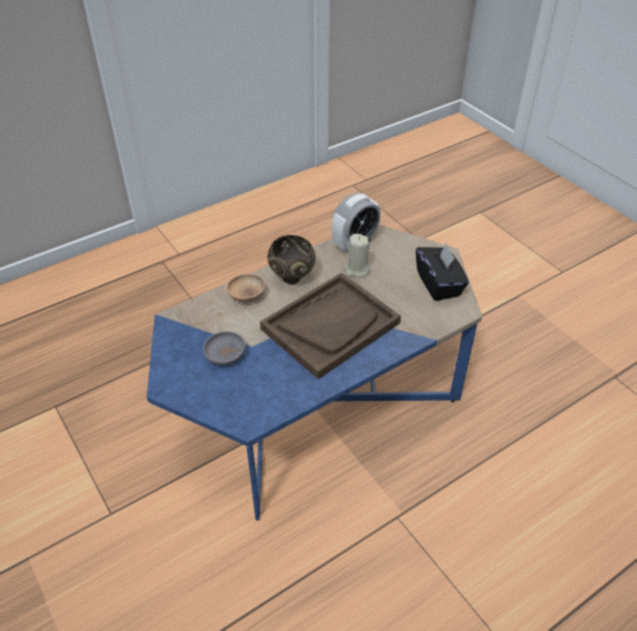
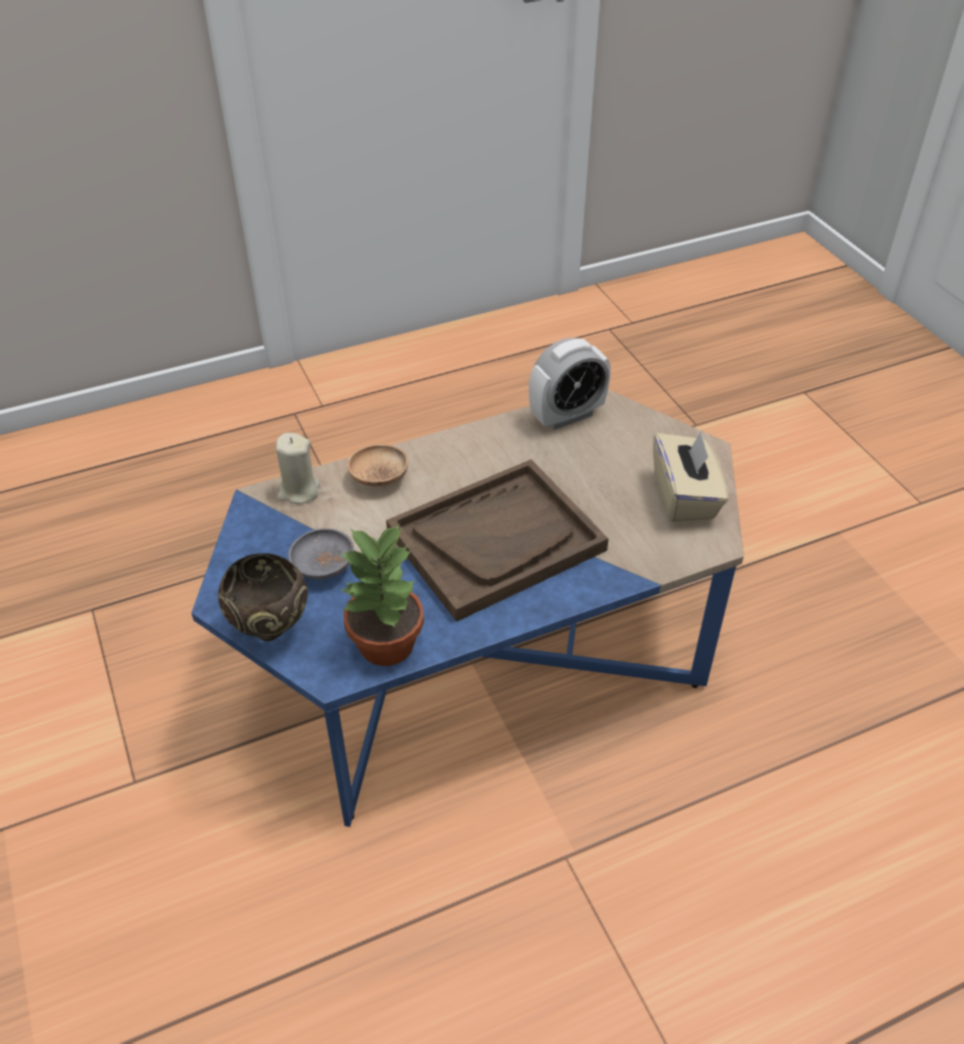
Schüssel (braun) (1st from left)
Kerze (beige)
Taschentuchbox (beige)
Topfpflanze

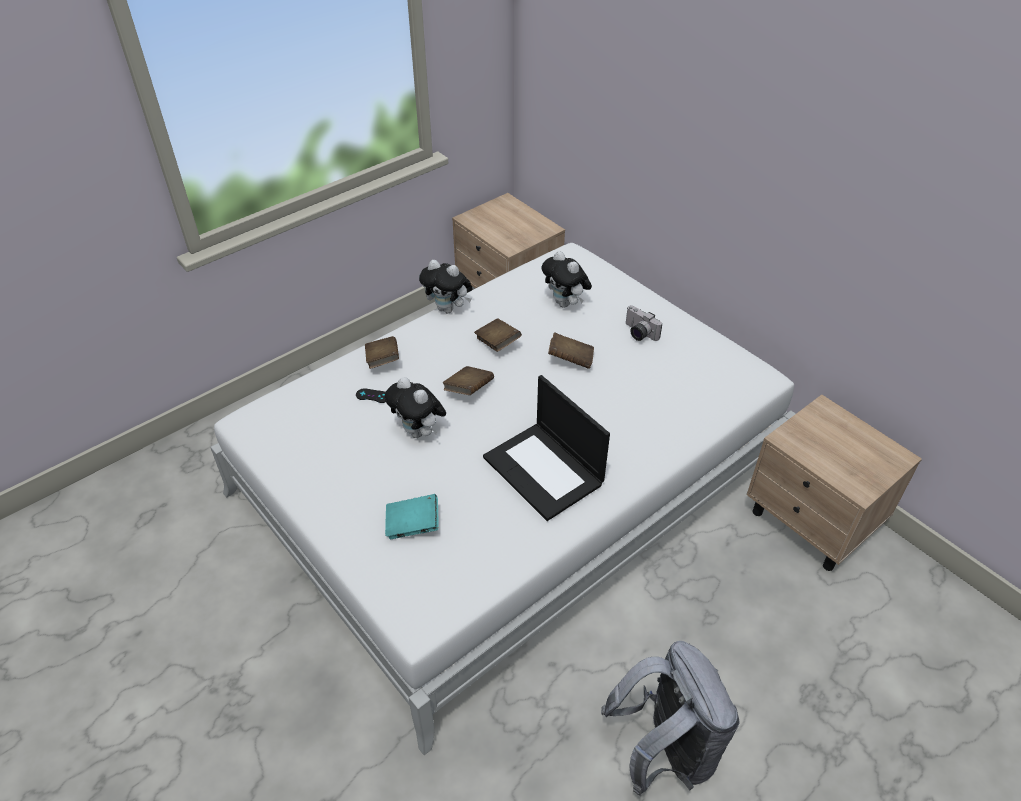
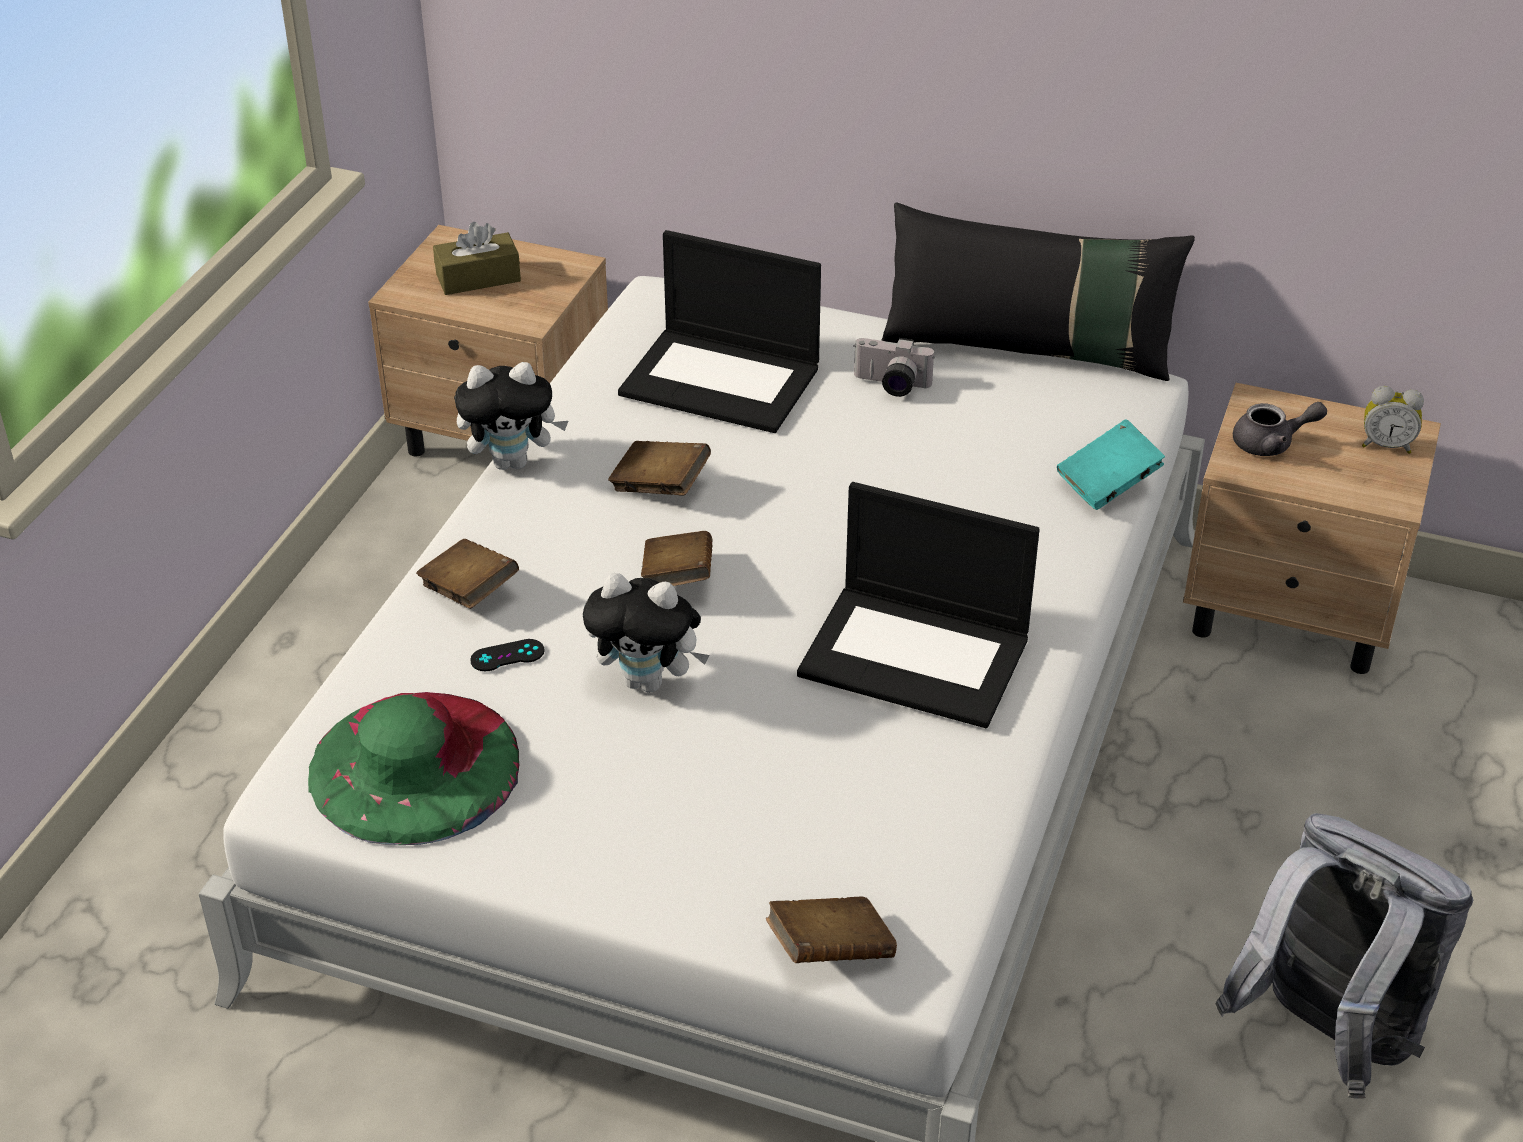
Buch (türkis)
Laptop (1st from left)
Buch (braun) (4th from left)
Hut (grün)
Taschentuchbox (braun)
Kissen (schwarz)
Teekanne (grau)
Wecker

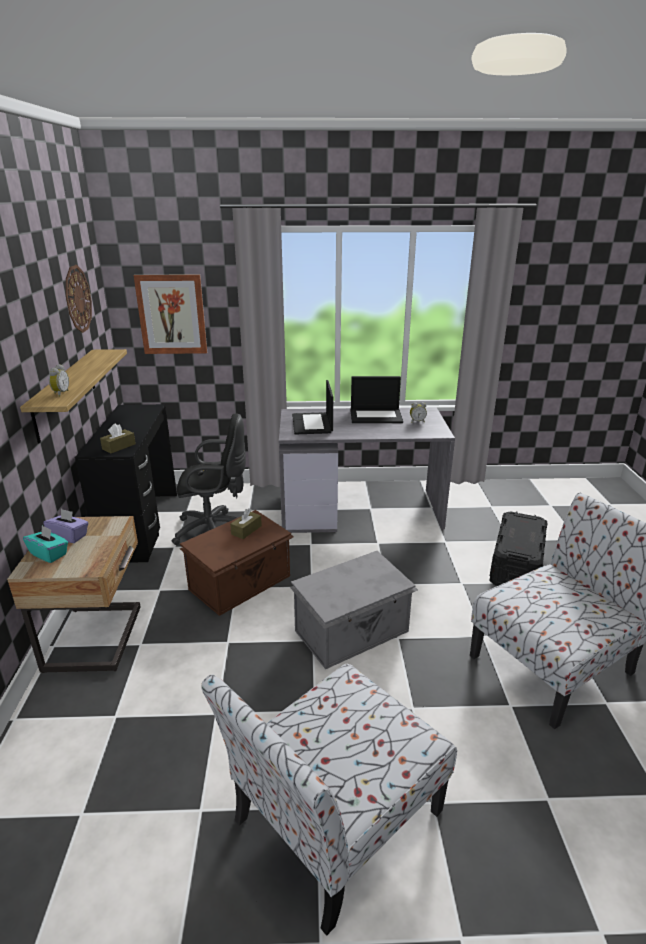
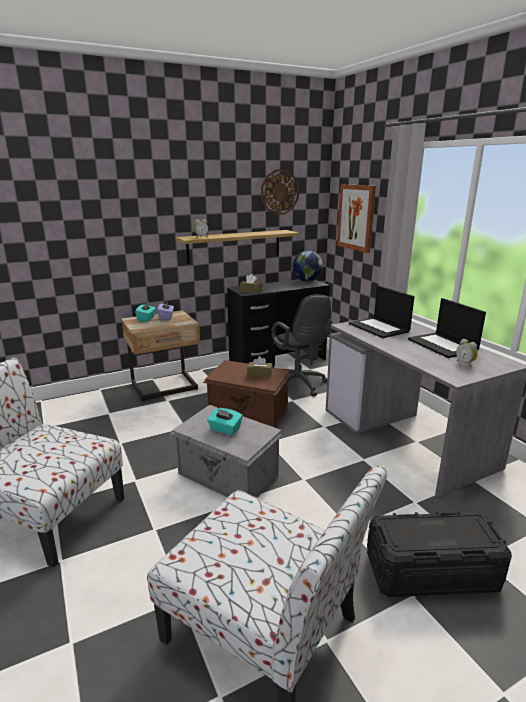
Laptop (1st from left)
Taschentuchbox (türkis) (2nd from left)
Globus

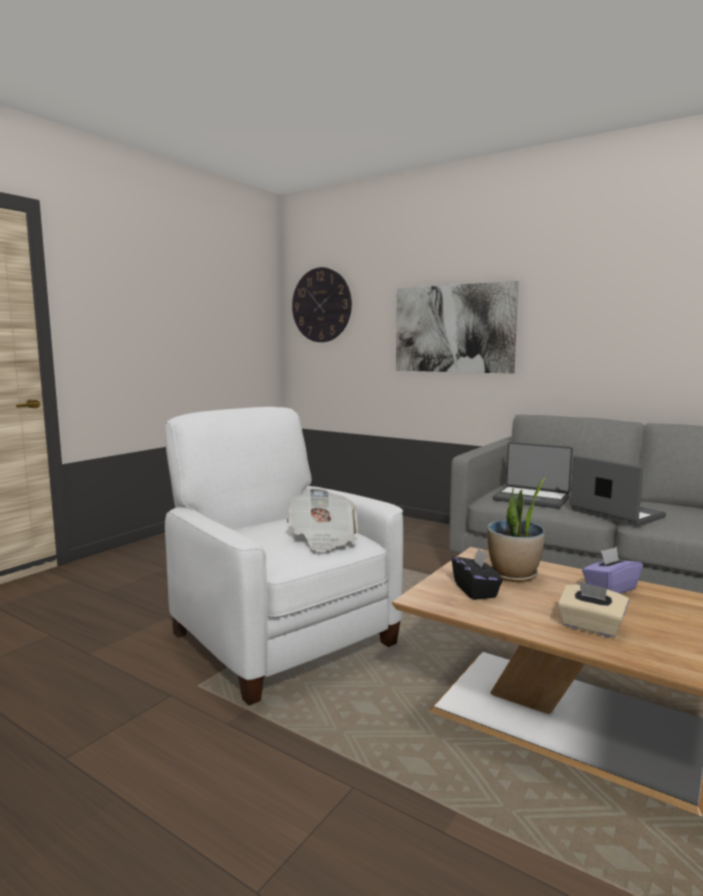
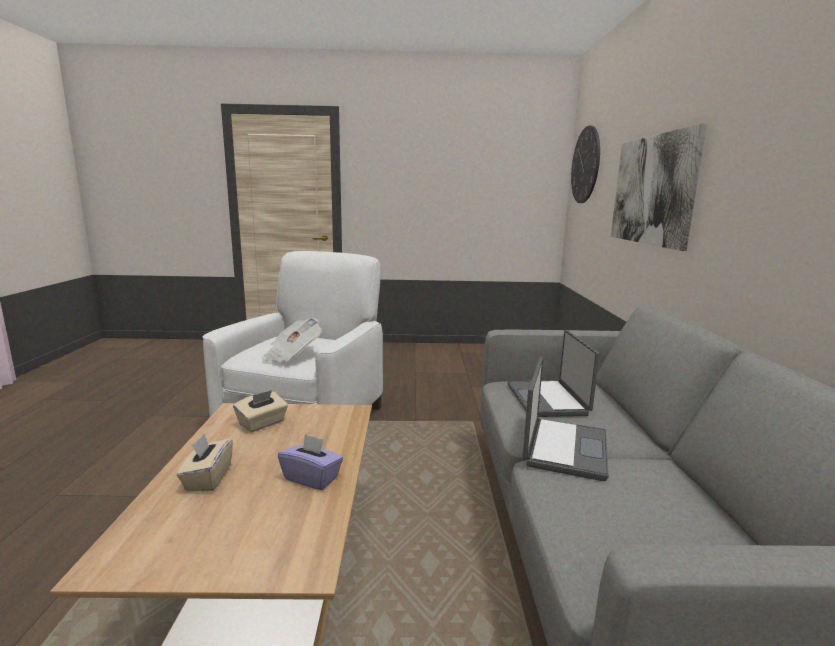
Taschentuchbox (beige) (2nd from left)
Topfpflanze

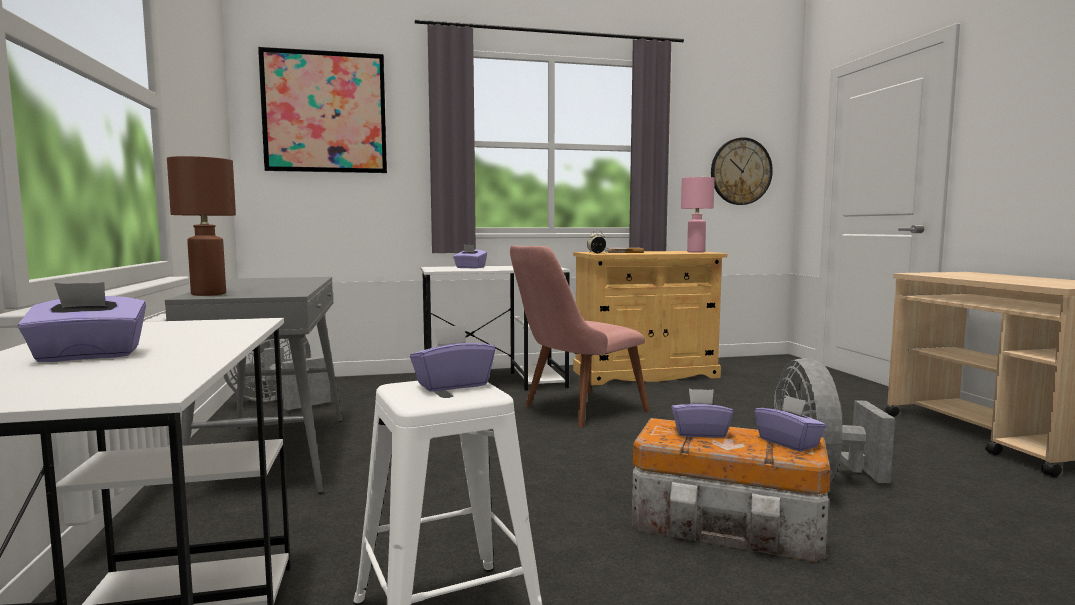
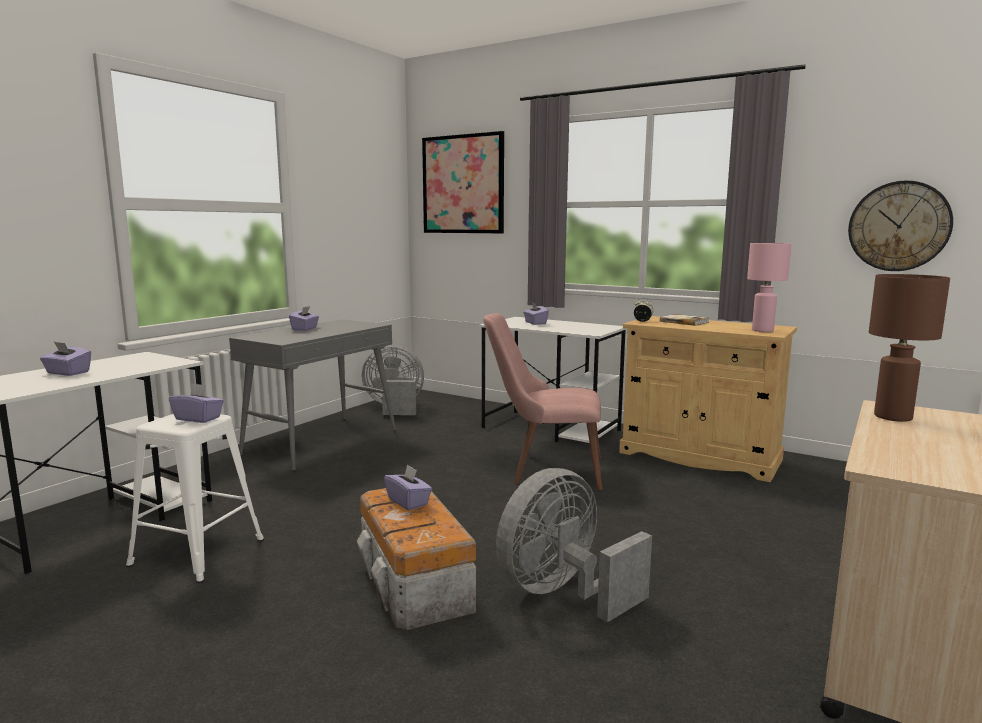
Tischlampe (braun)
Taschentuchbox (lila) (3rd from left)

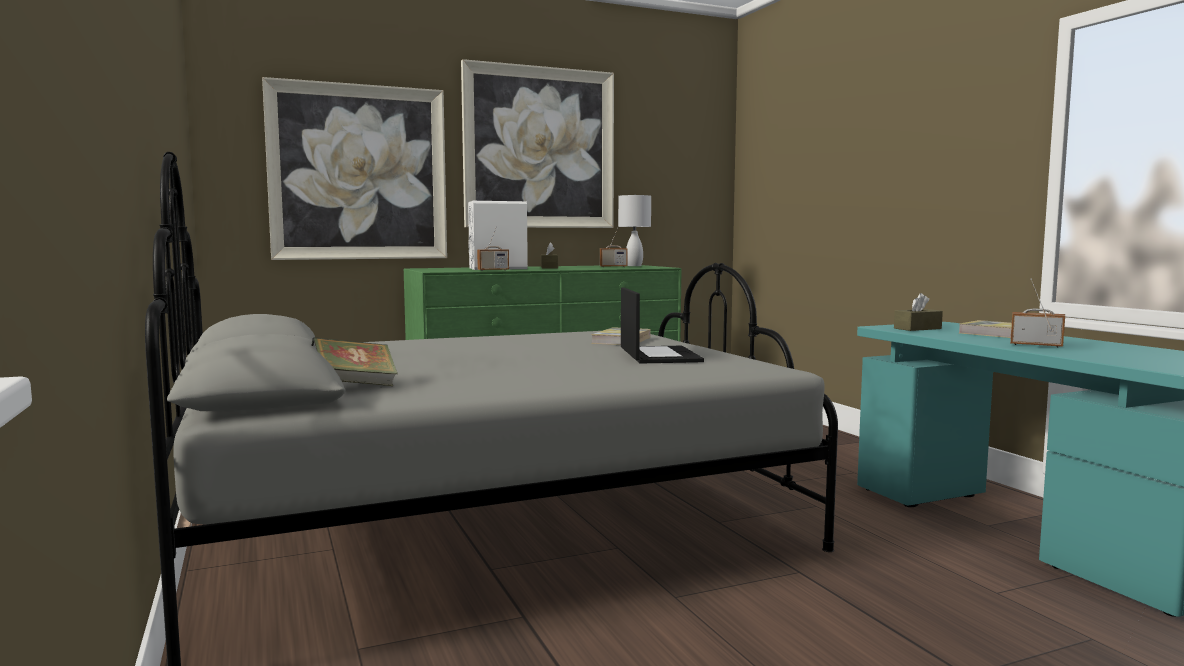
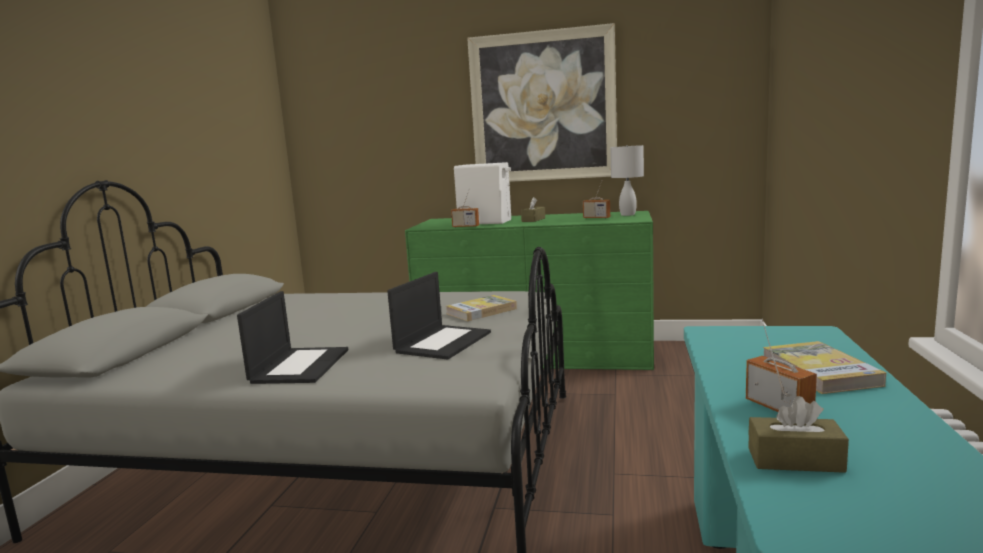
Bild (1st from left in the first image)
Buch (1st from left in the first image)
Taschentuchbox (braun) (2nd from left)
Laptop (1st from left)

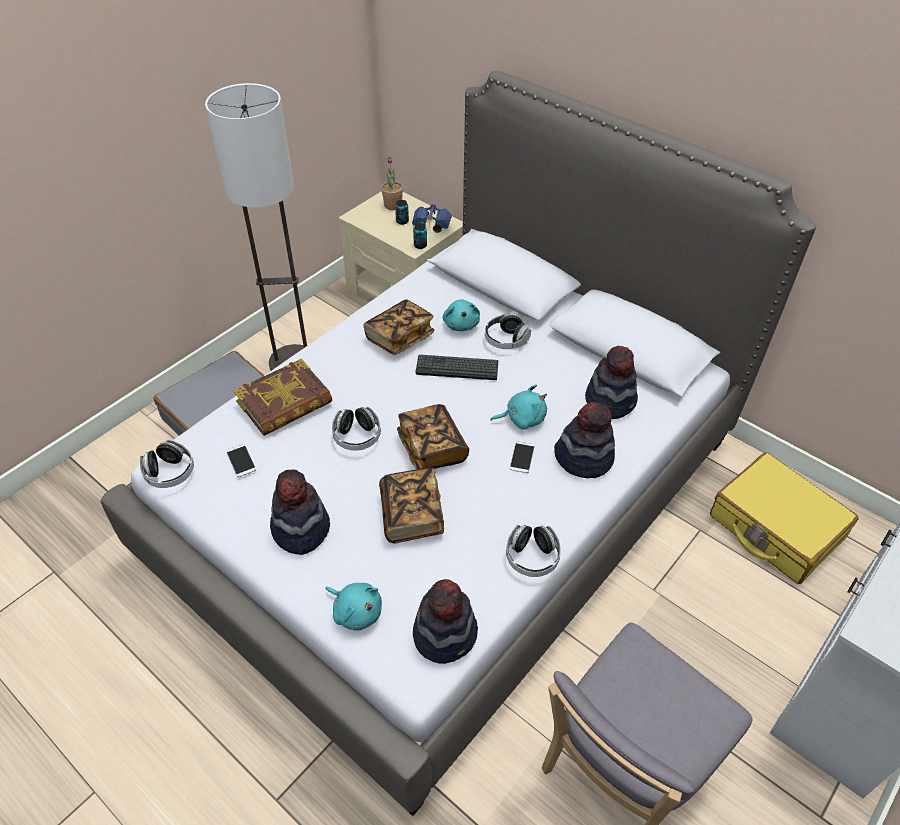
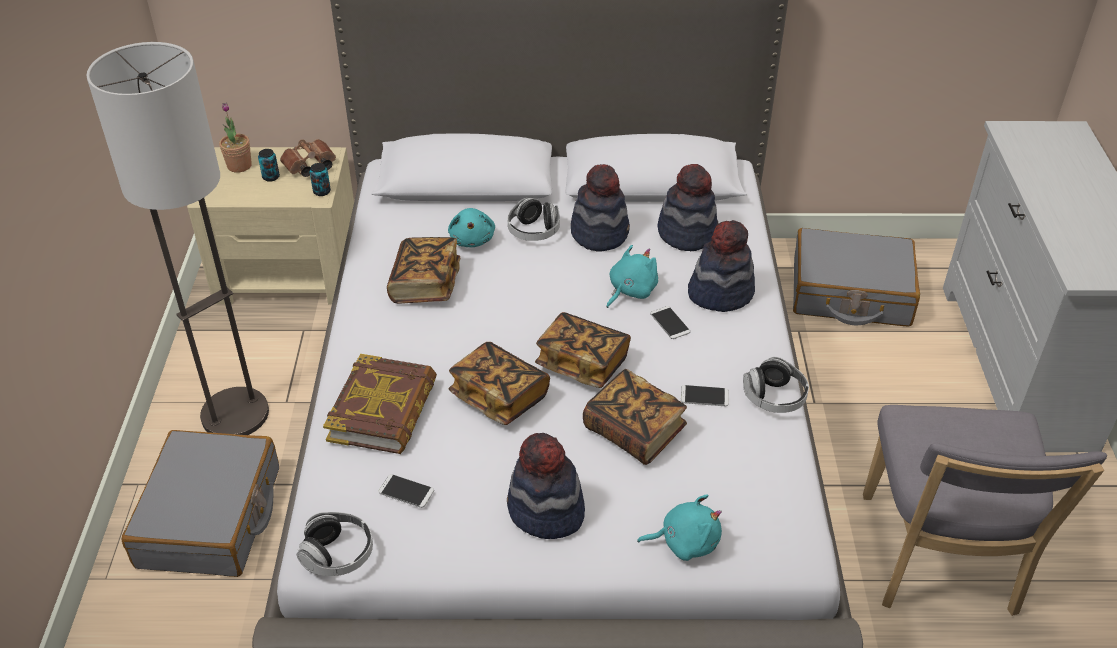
Buch (3rd from left)
Fernglas (braun)
Hut (2nd from left)
Tastatur
Plüschtier (türkis) (1st from left)
Koffer (grau) (2nd from left)
Handy (3rd from left)

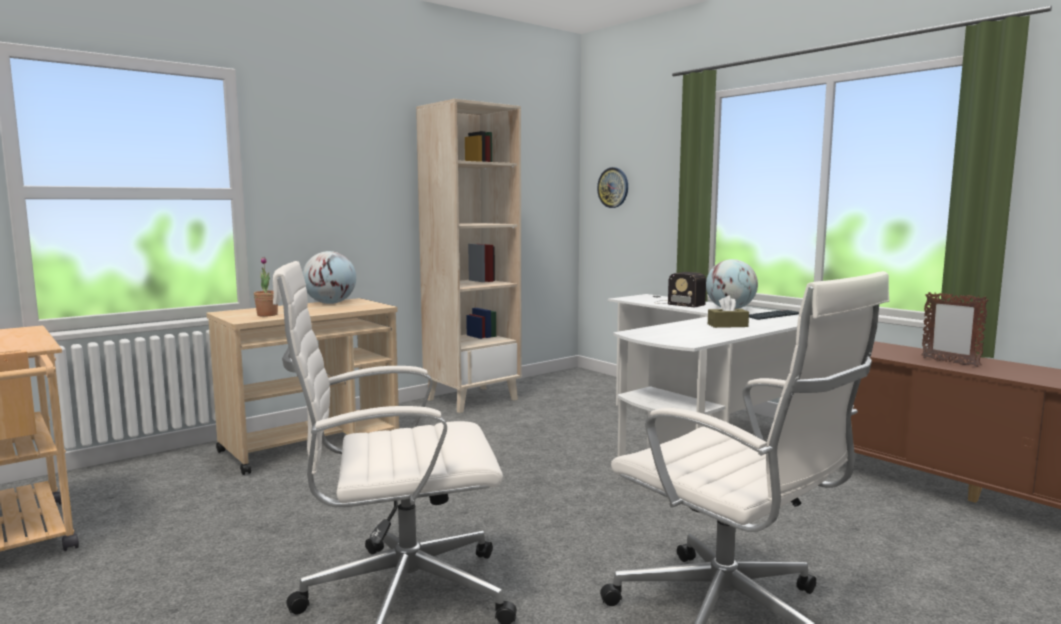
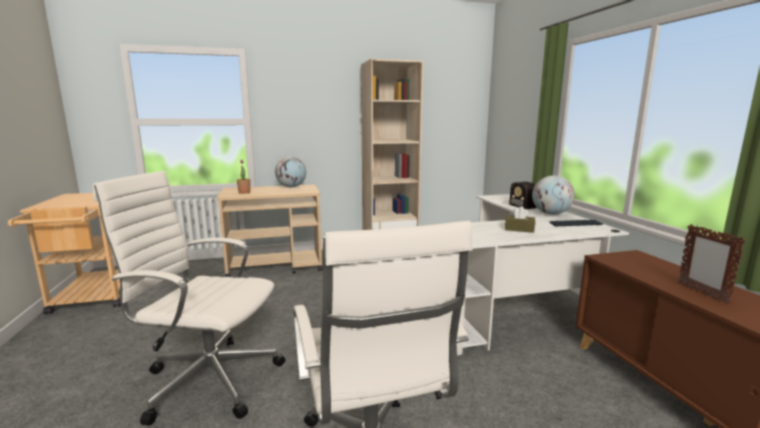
Wanduhr

